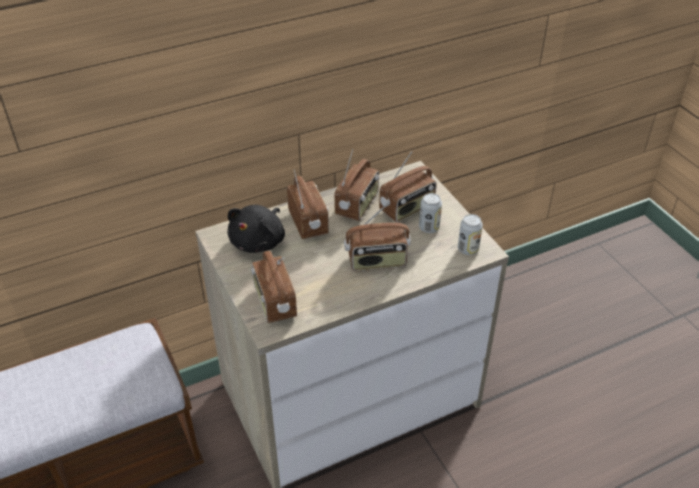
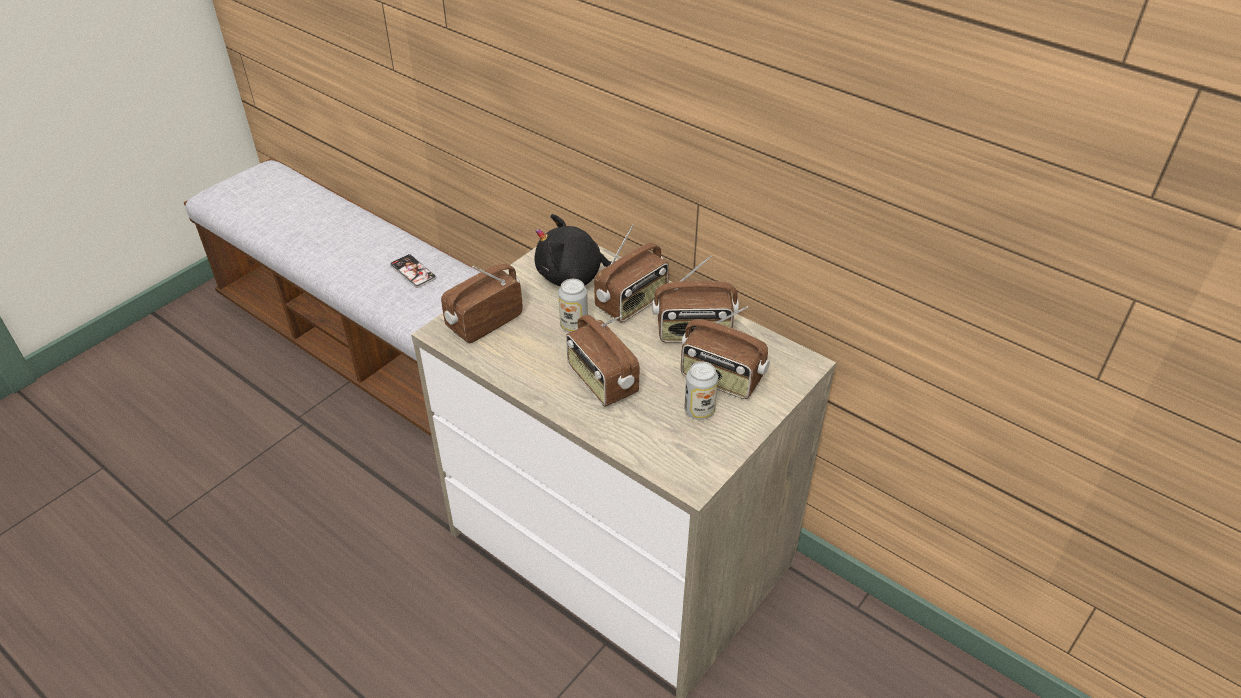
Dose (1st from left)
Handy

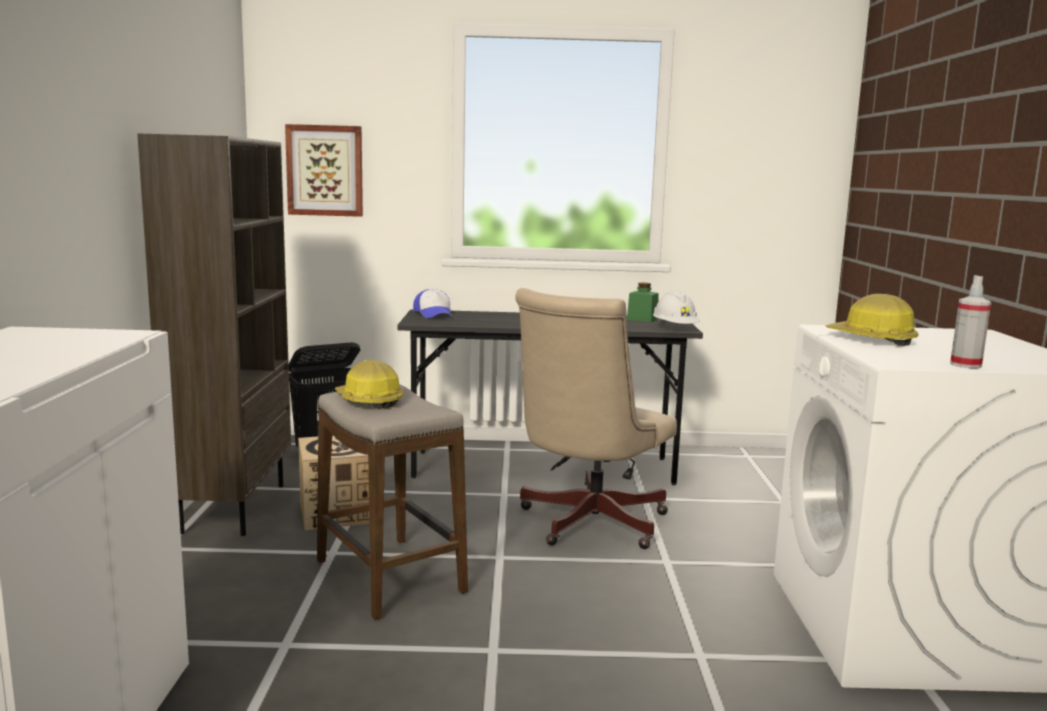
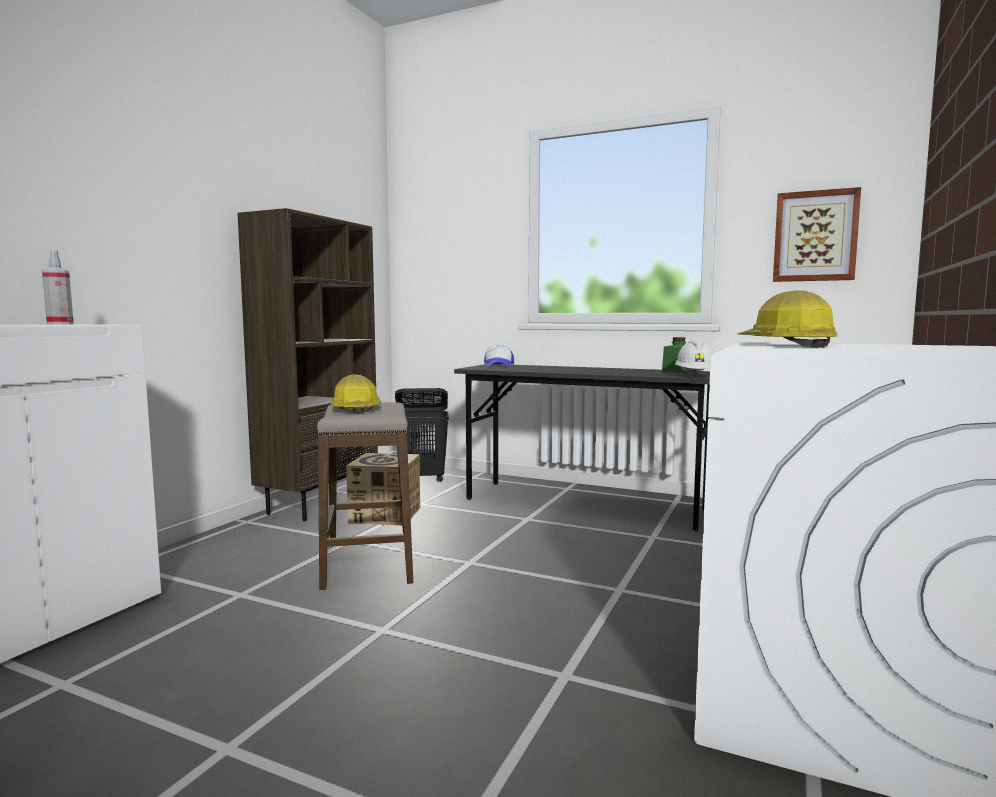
Bild
Bürostuhl (beige)
Sprühflasche

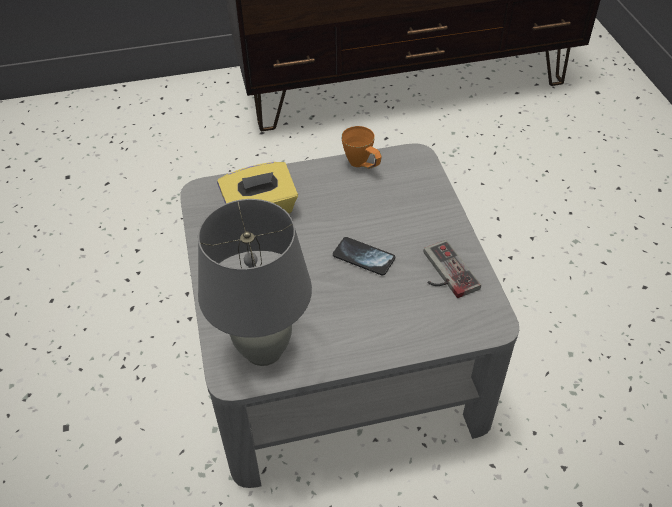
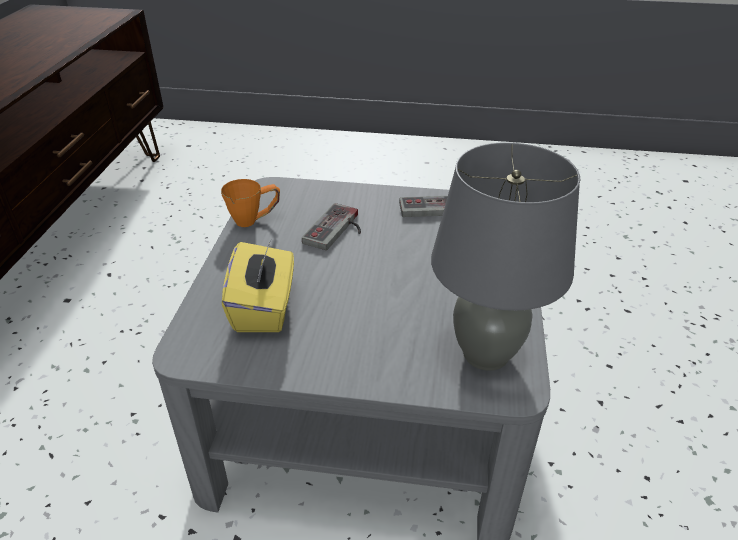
Handy
Gamepad (1st from left)

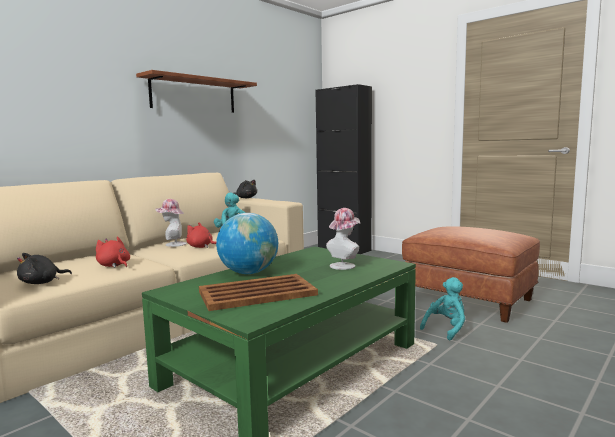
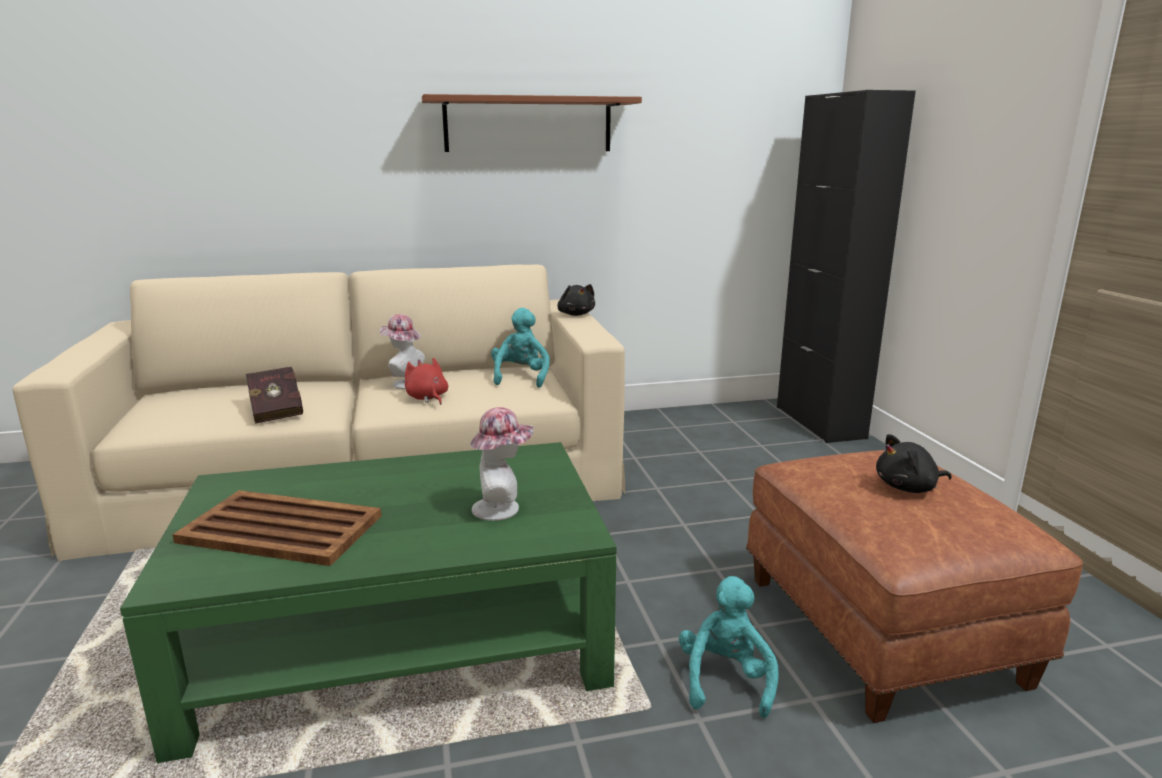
Plüschtier (schwarz) (2nd from left)
Buch (rot)
Globus
Plüschtier (türkis) (2nd from left)

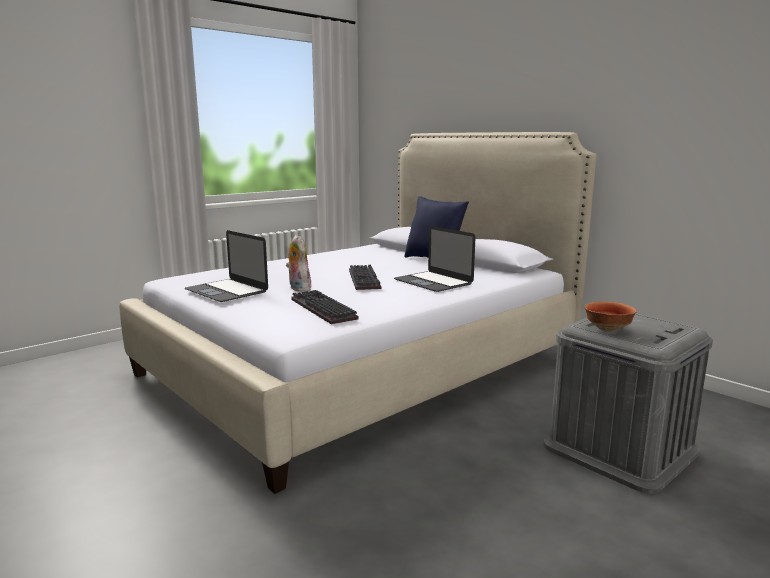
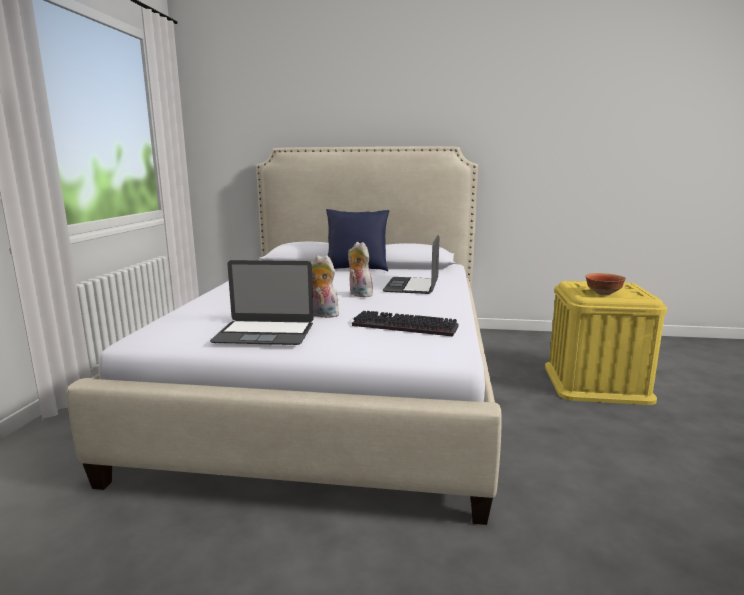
Plüschtier (2nd from left)
Laptop (2nd from left)
Aufbewahrungsbox (gelb)

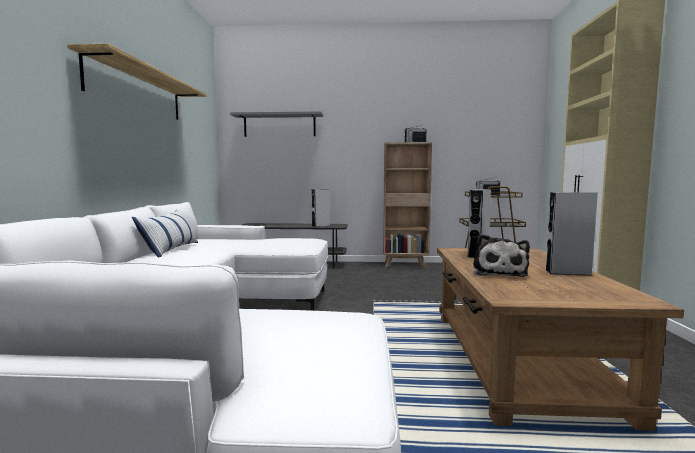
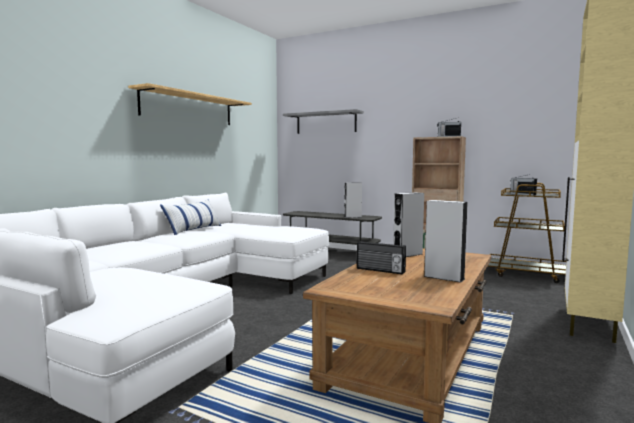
Radio (1st from left)

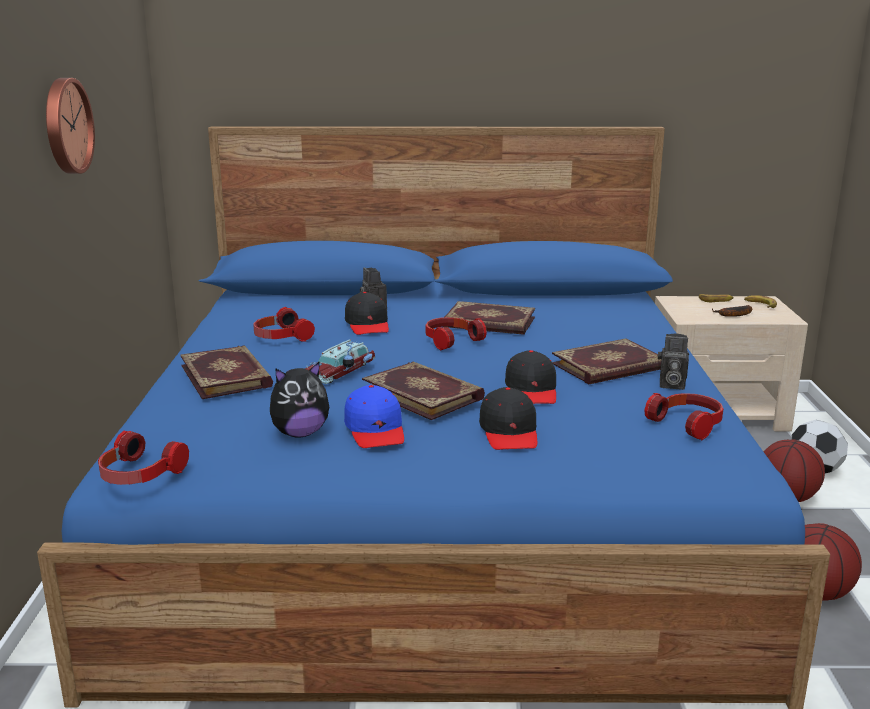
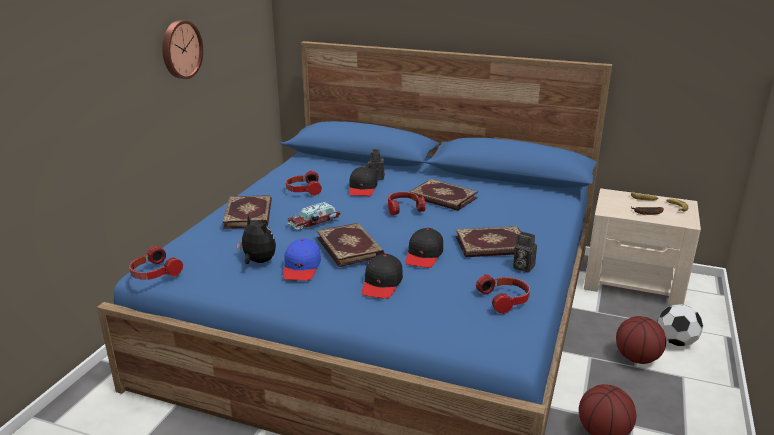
Plüschtier

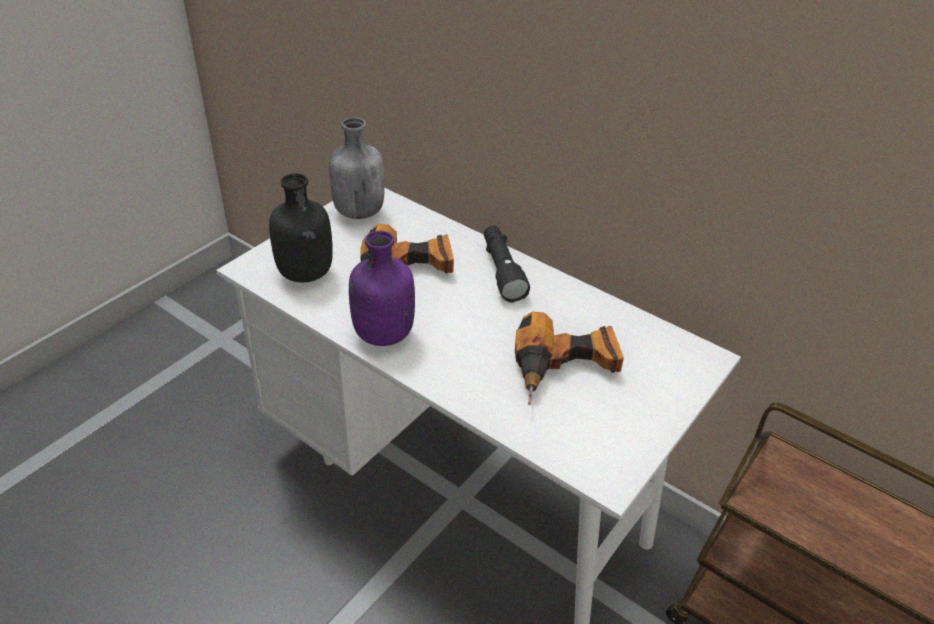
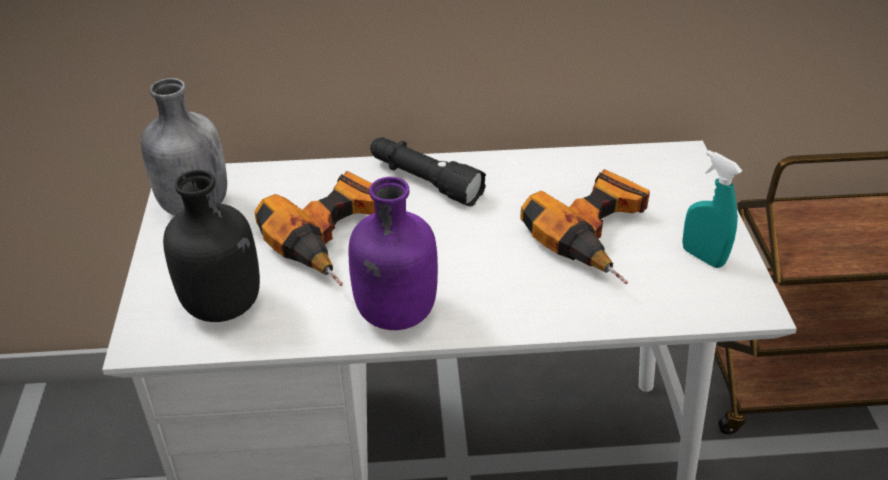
Sprühflasche (türkis)

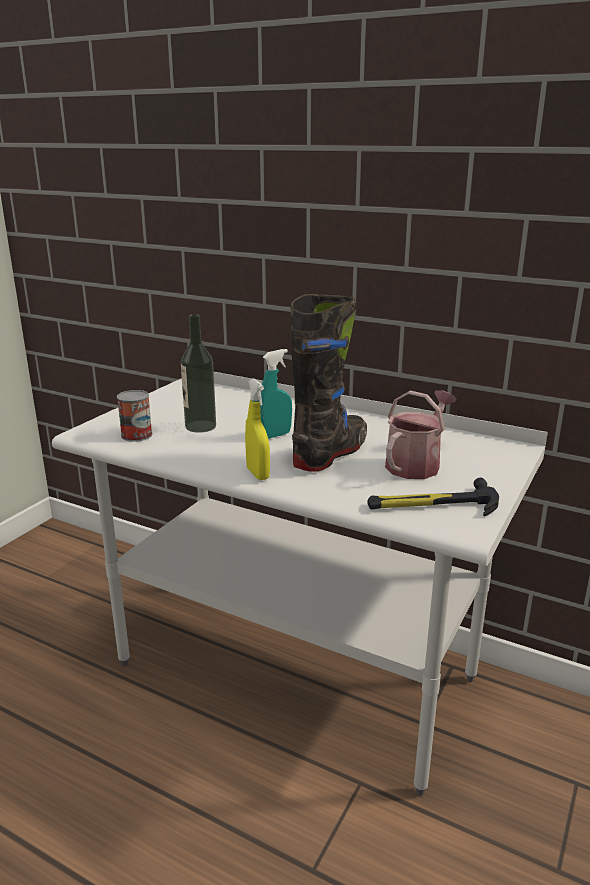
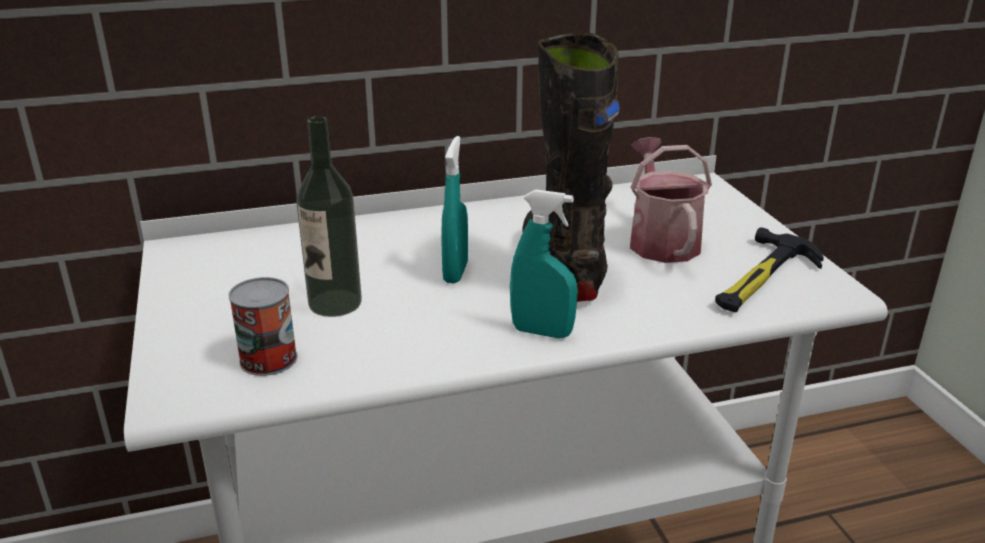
Sprühflasche (türkis) (2nd from left)

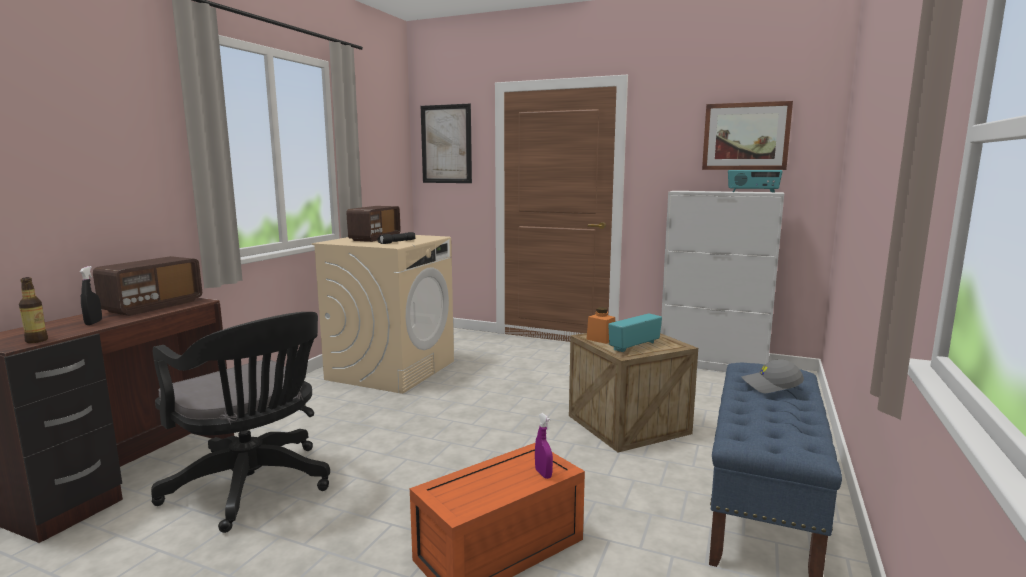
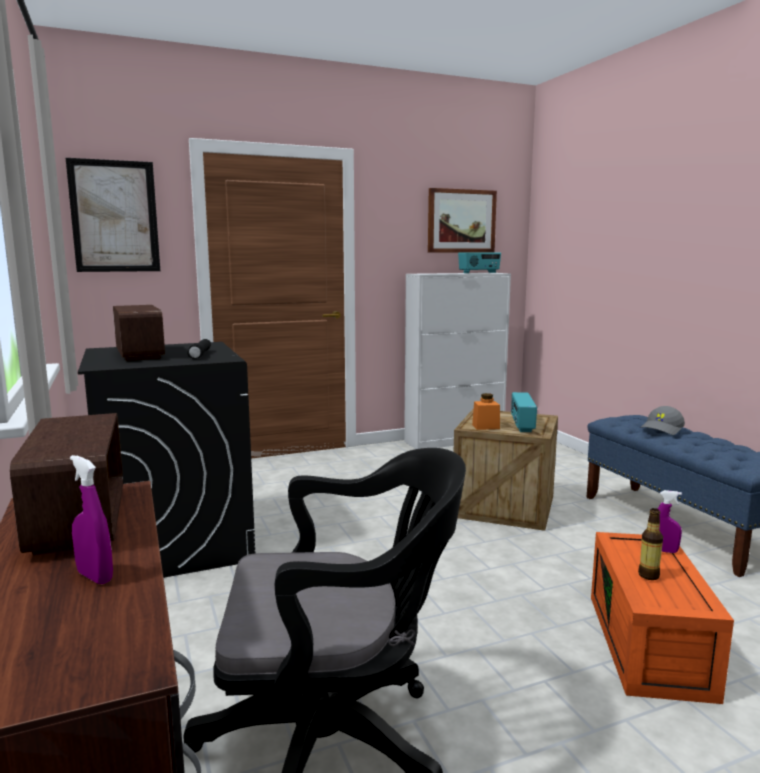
Flasche
Sprühflasche (lila) (1st from left)
Waschmaschine (schwarz)

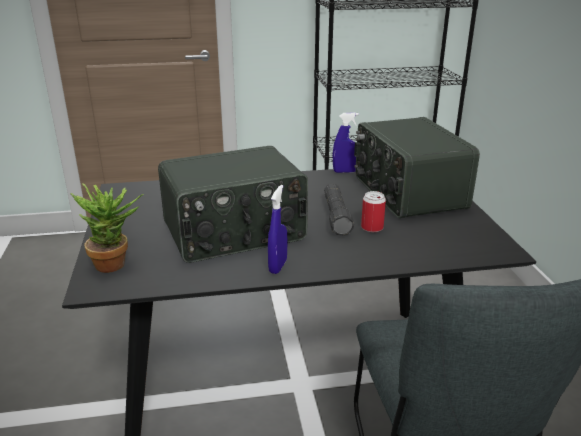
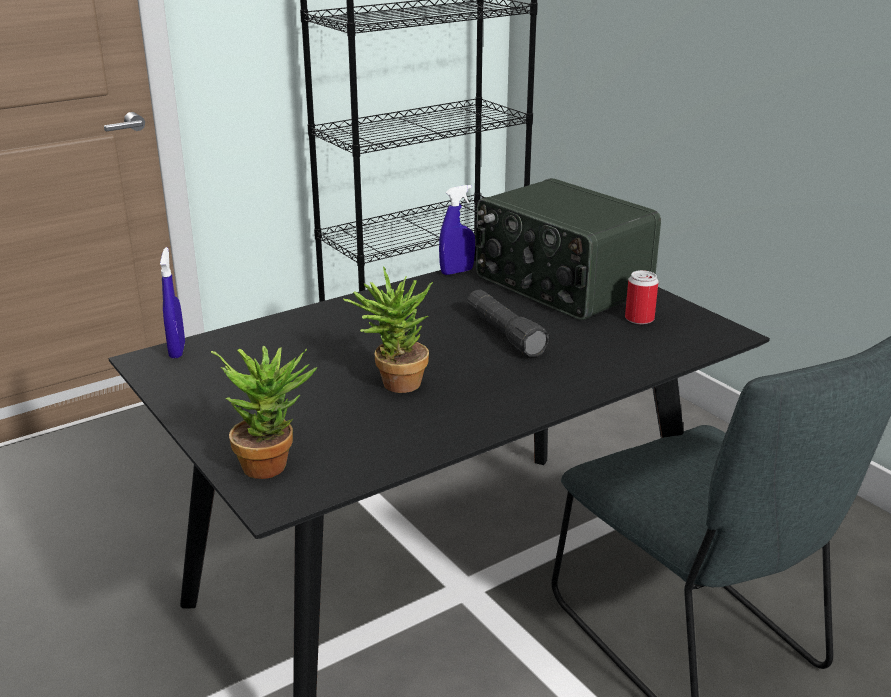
Topfpflanze (2nd from left)
Sprühflasche (blau) (1st from left)
Dose

